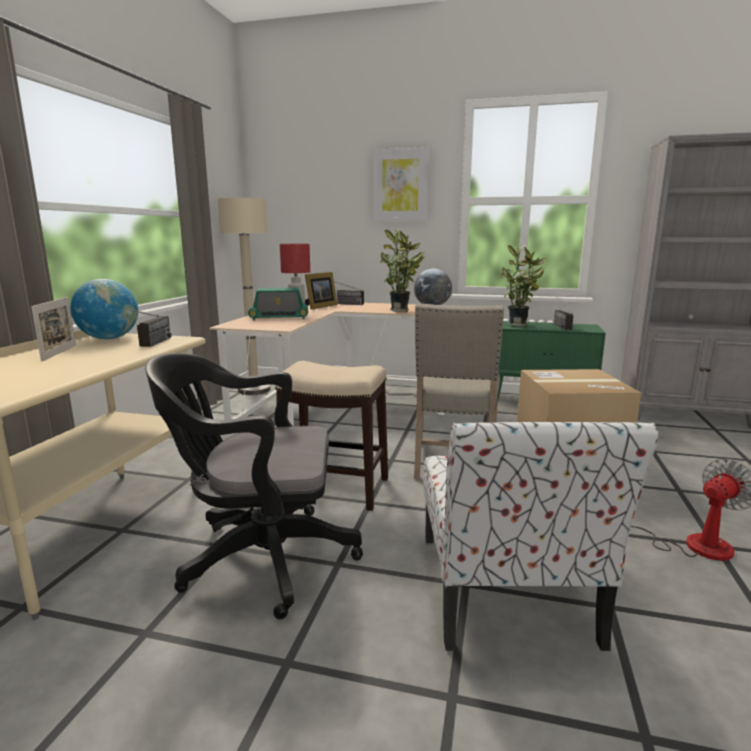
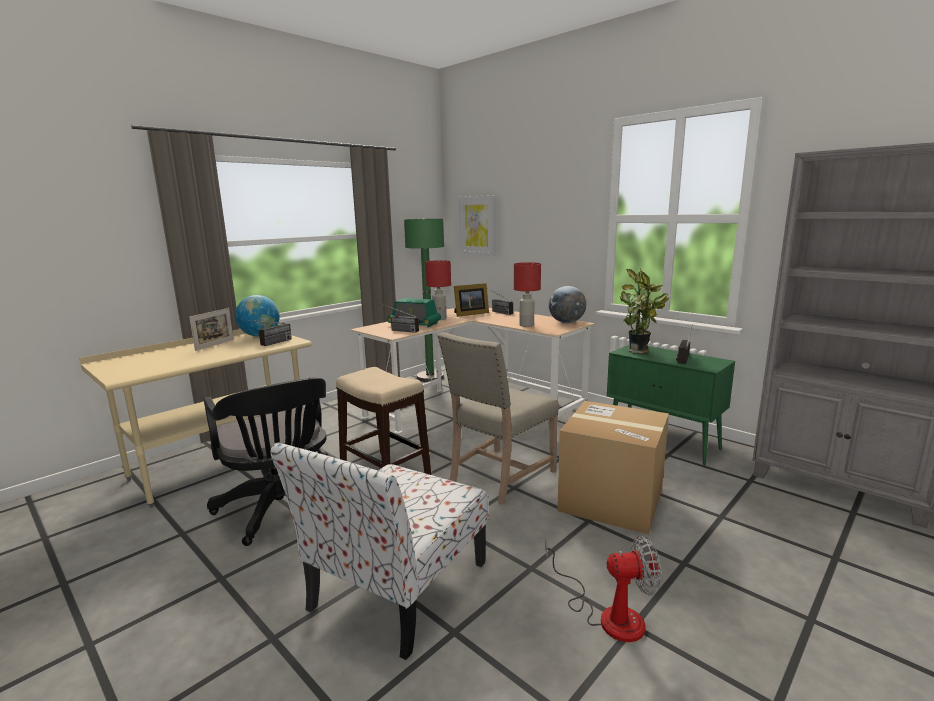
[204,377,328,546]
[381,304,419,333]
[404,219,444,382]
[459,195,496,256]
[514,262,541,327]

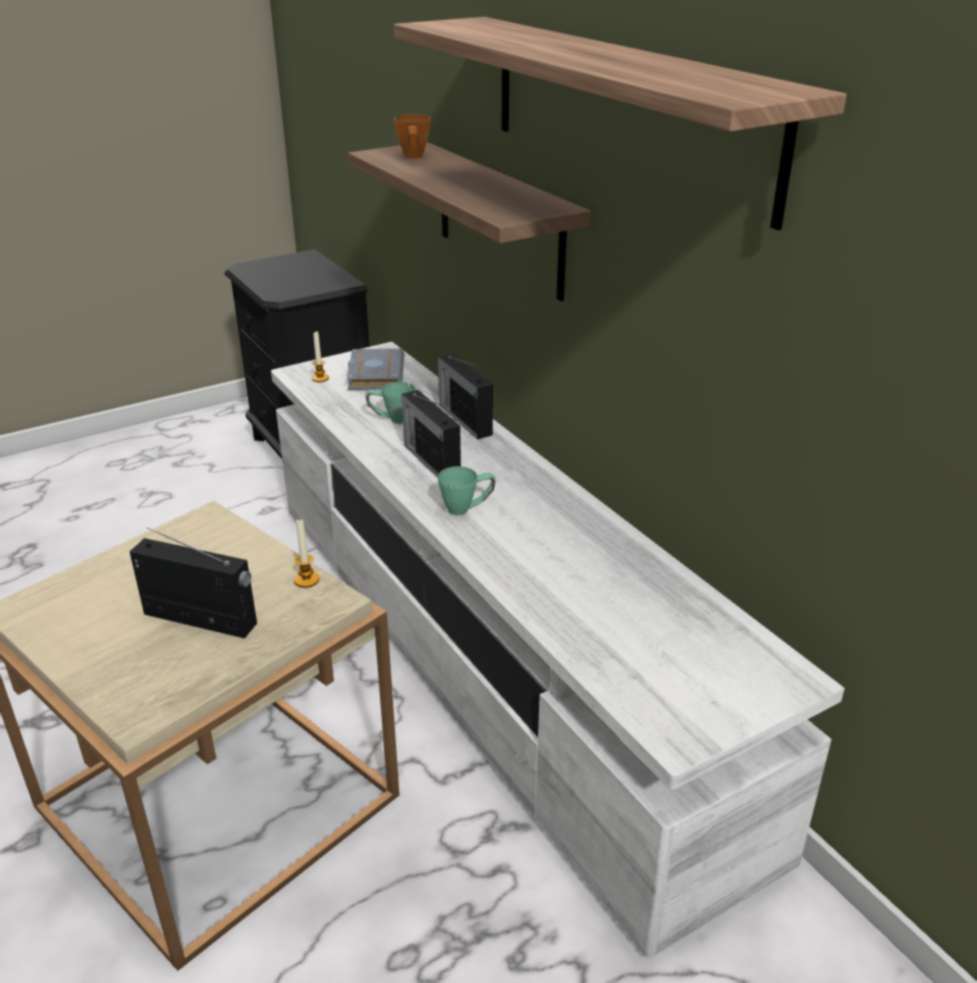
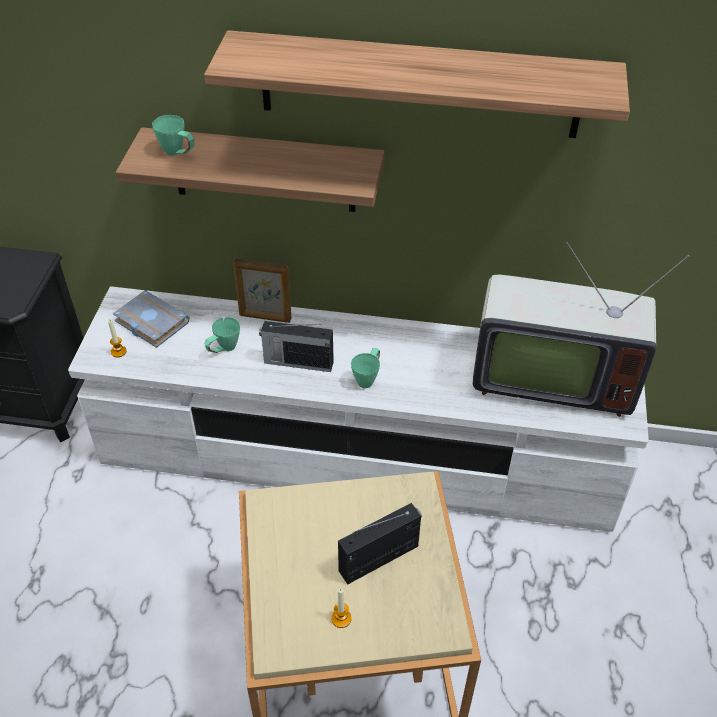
[152,115,194,156]
[233,258,291,323]
[332,588,351,628]
[473,242,689,417]

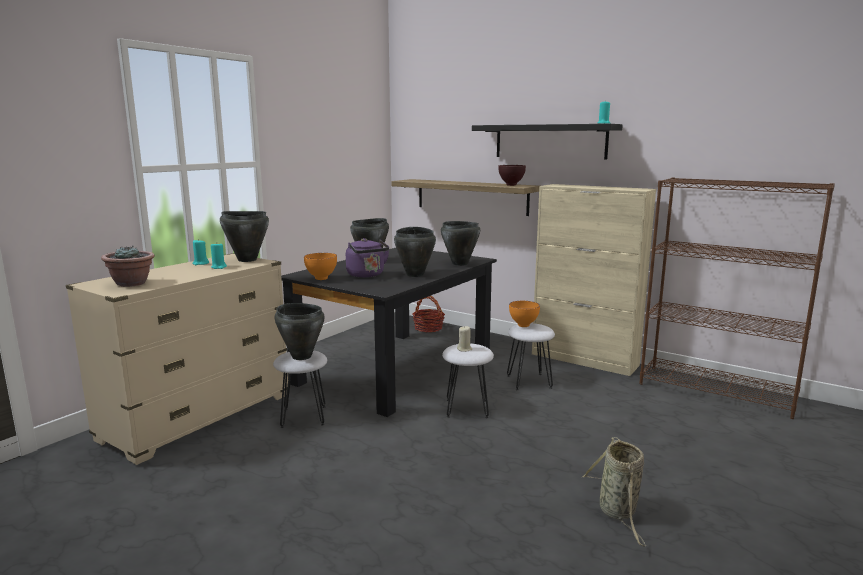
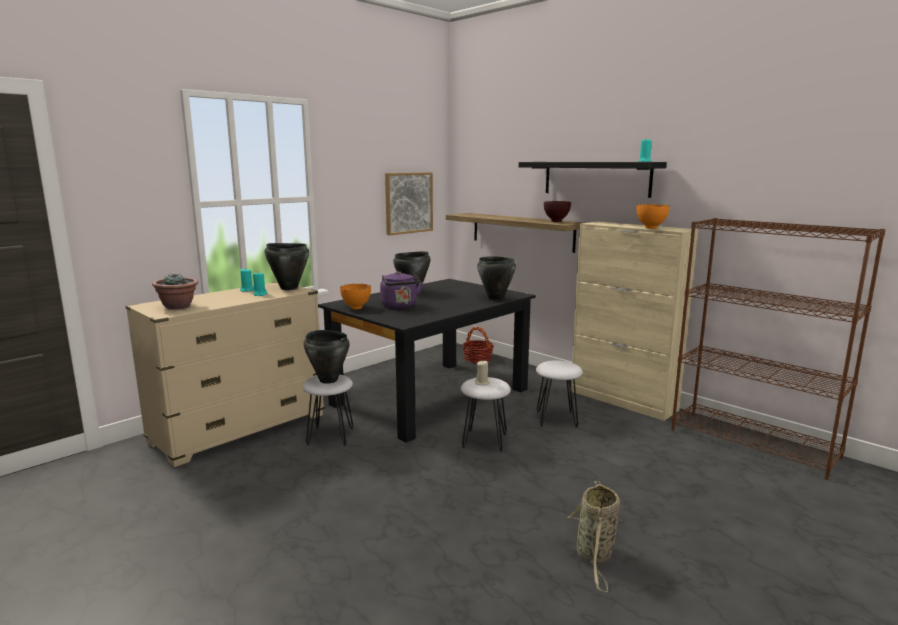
[385,172,433,236]
[637,204,670,229]
[394,227,436,277] (first image)

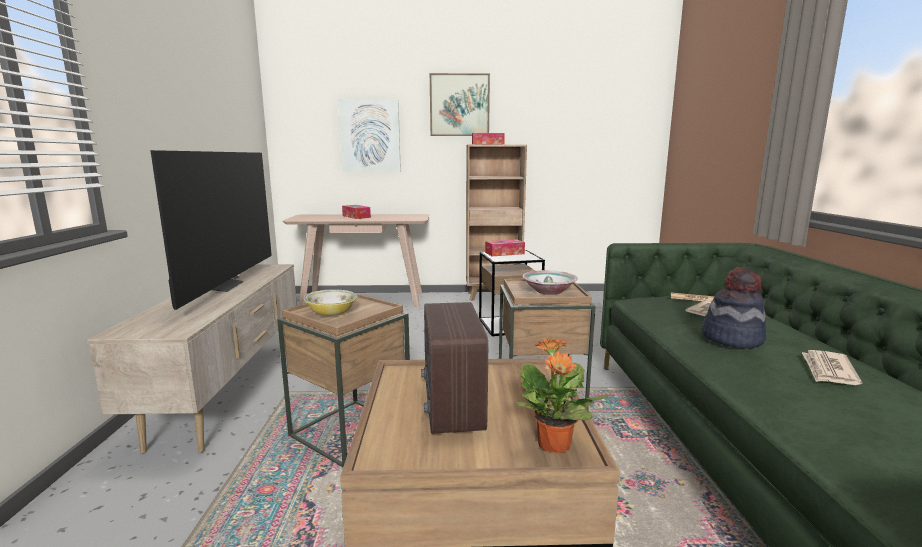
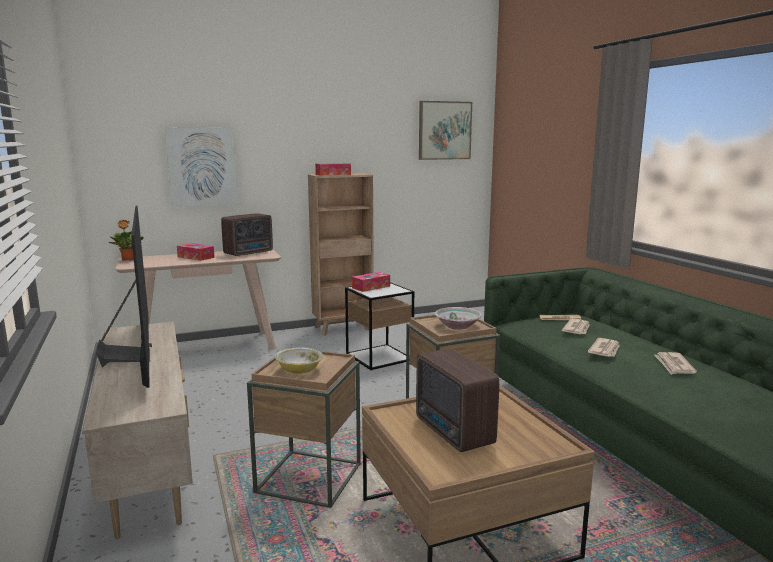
[109,220,143,261]
[221,213,273,256]
[419,101,472,160]
[588,338,620,357]

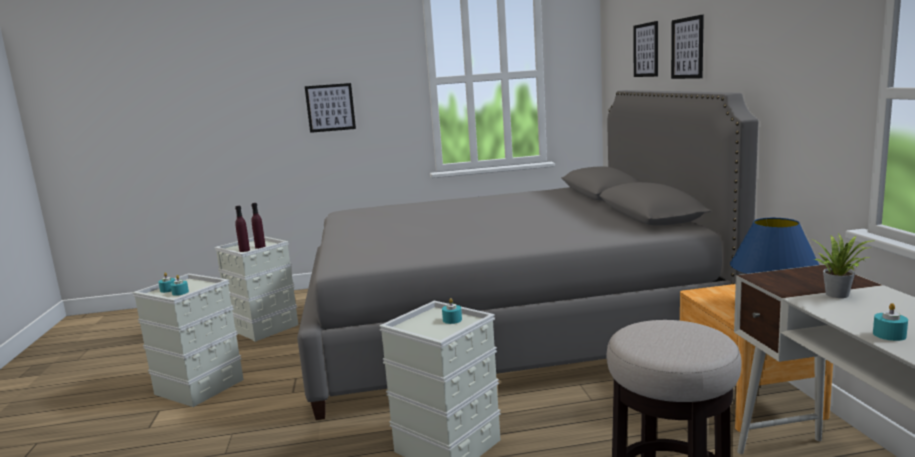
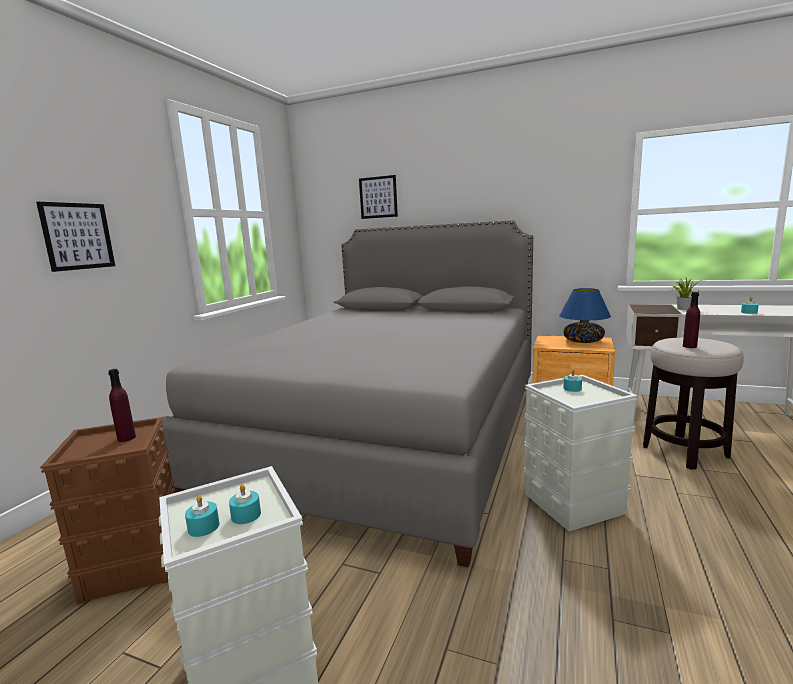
[40,417,175,605]
[683,292,700,348]
[671,15,704,79] (first image)

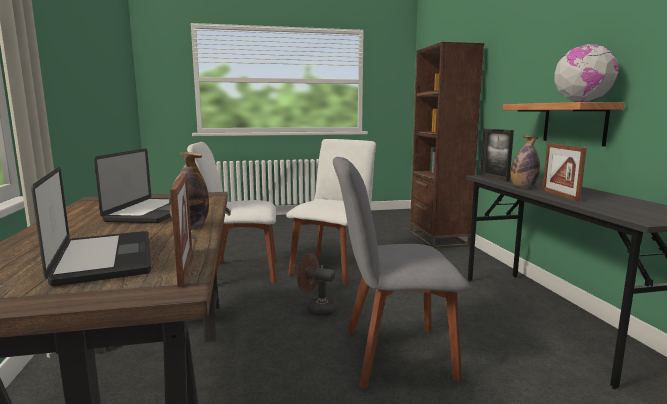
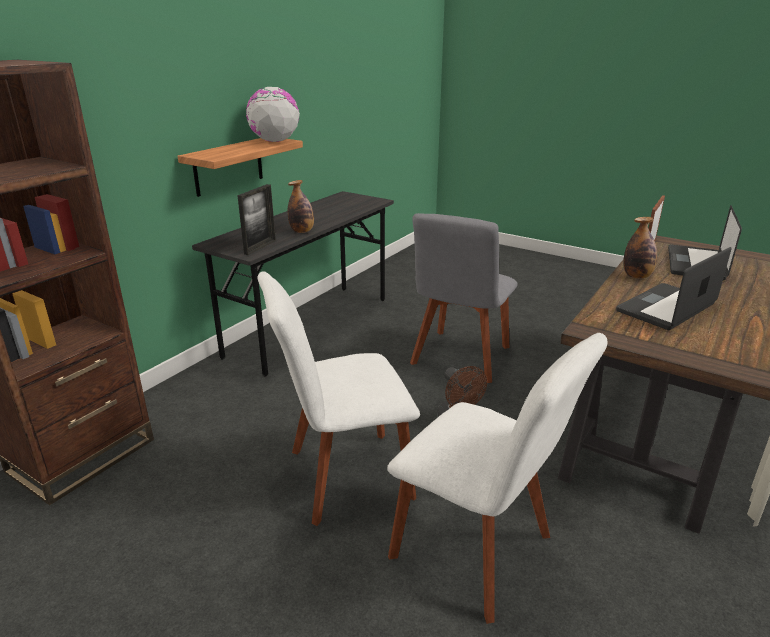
[410,213,518,383]
[543,143,587,202] (first image)

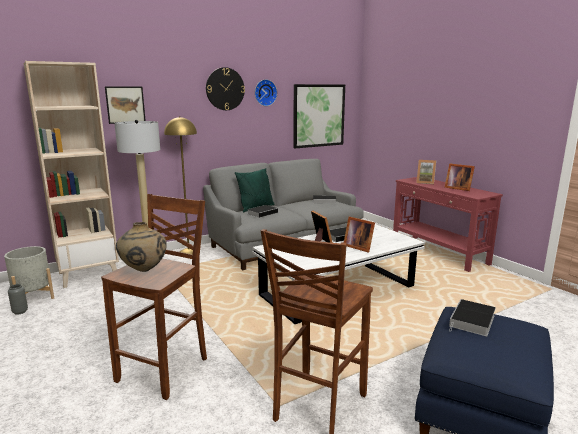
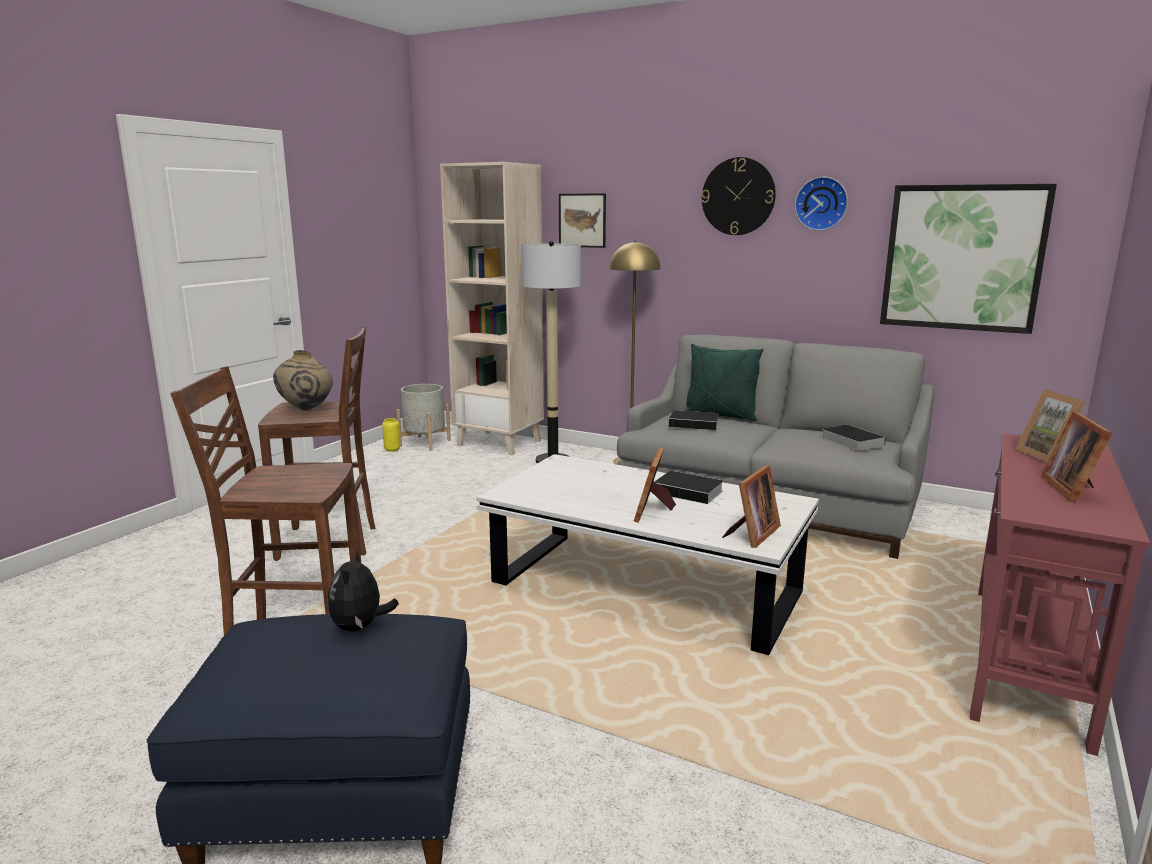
[328,549,399,631]
[382,418,400,452]
[722,465,781,548]

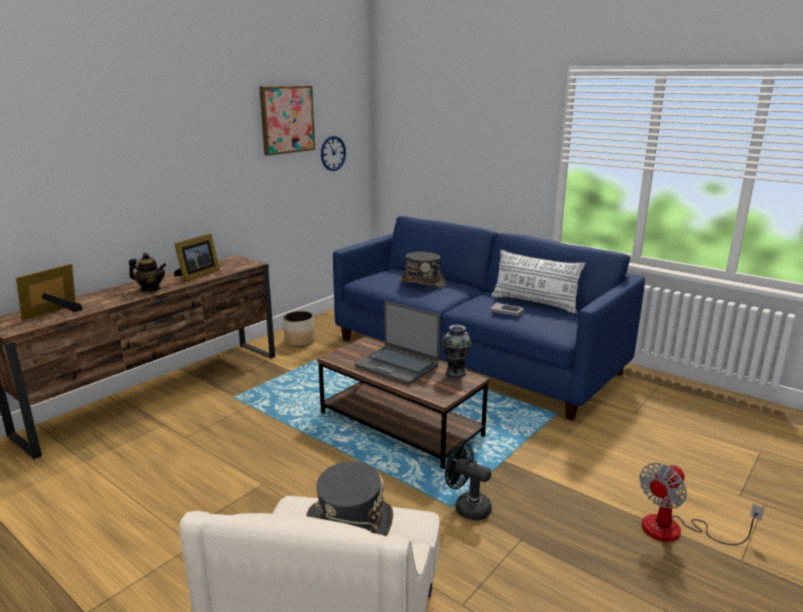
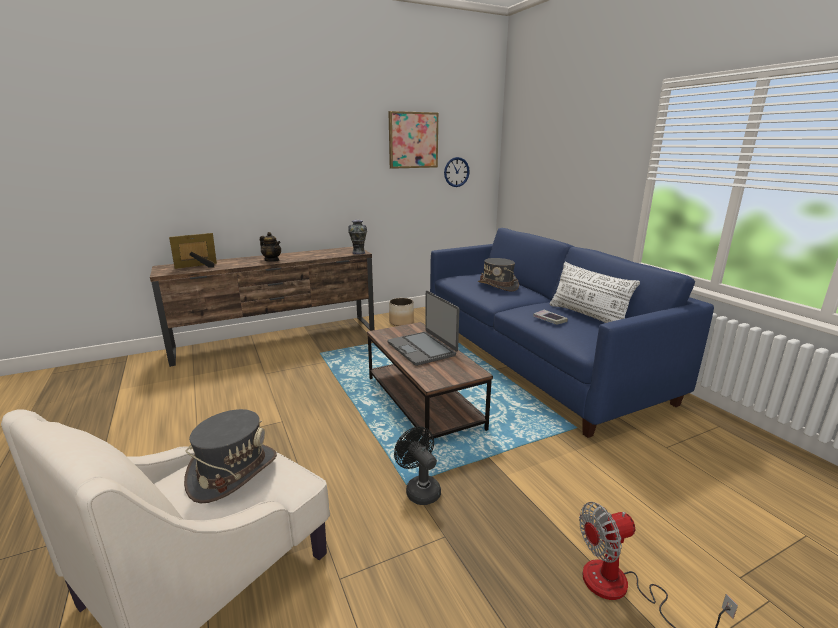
[348,220,367,255]
[174,233,220,282] (first image)

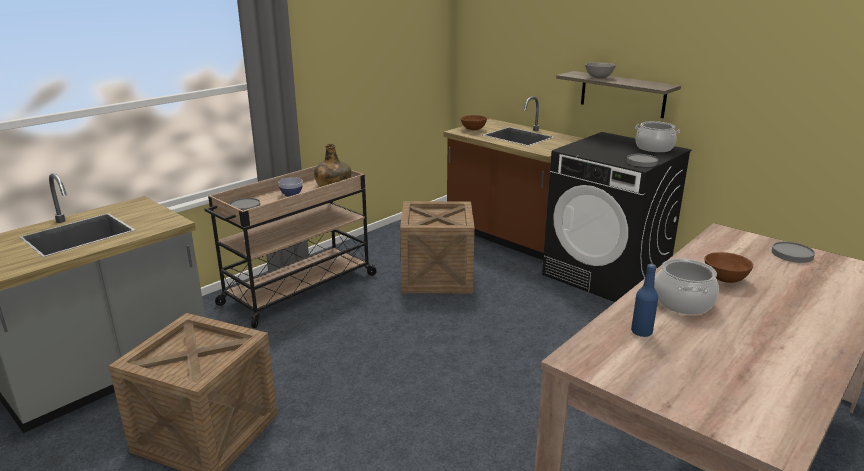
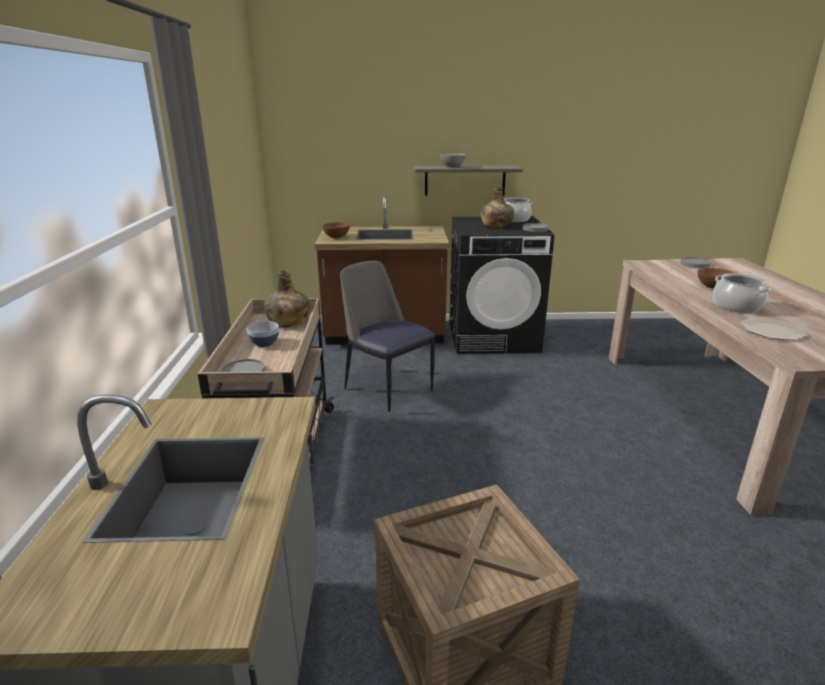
[340,261,435,412]
[481,186,514,228]
[740,318,808,341]

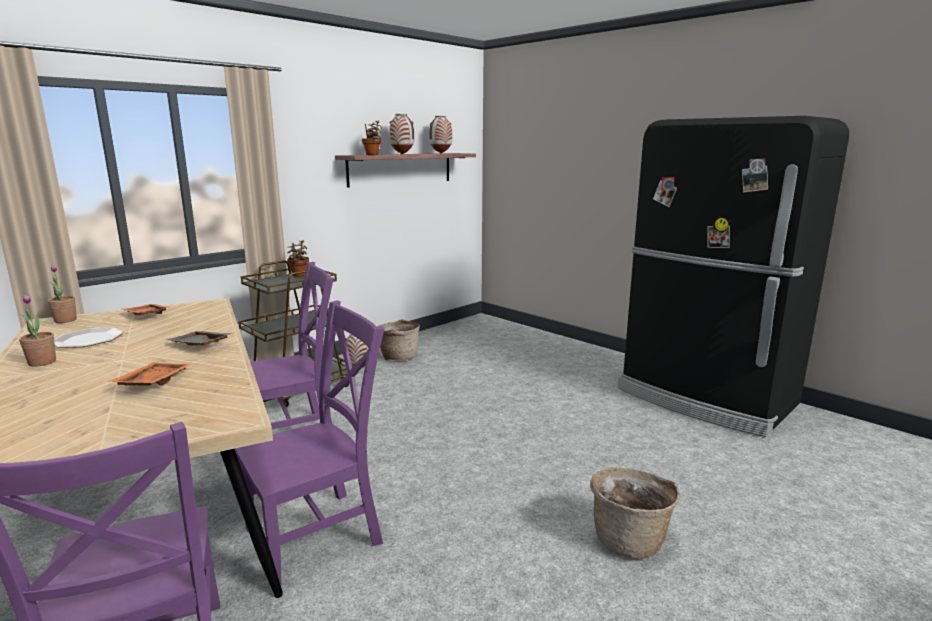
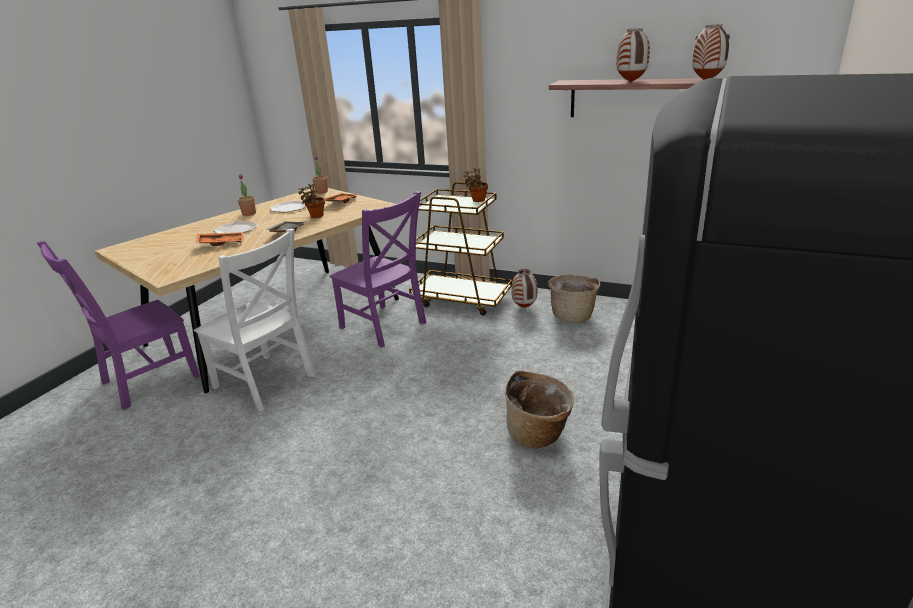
[194,229,316,411]
[214,221,258,233]
[298,183,325,218]
[505,371,574,448]

